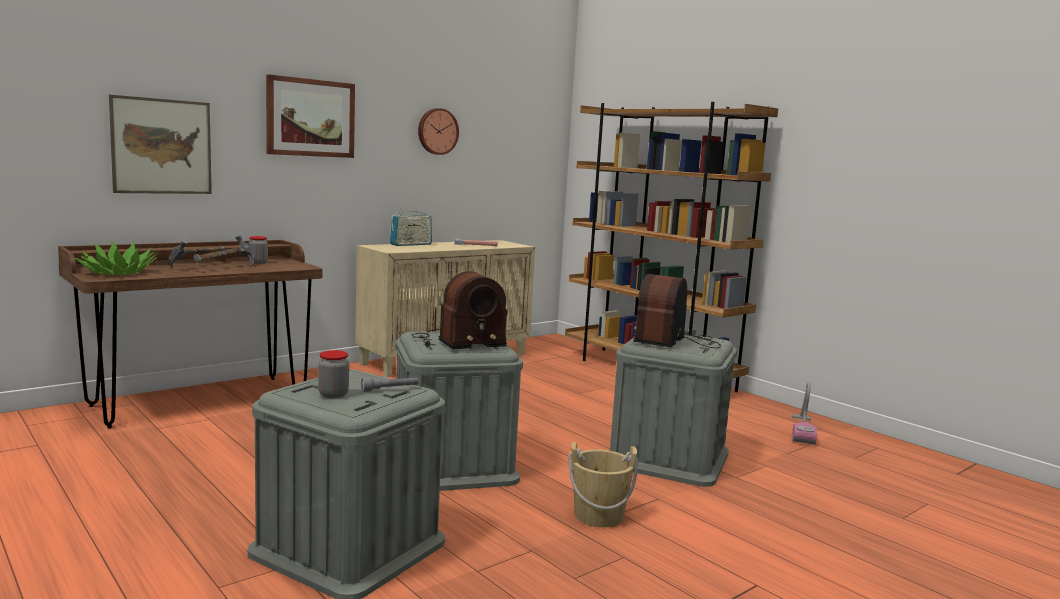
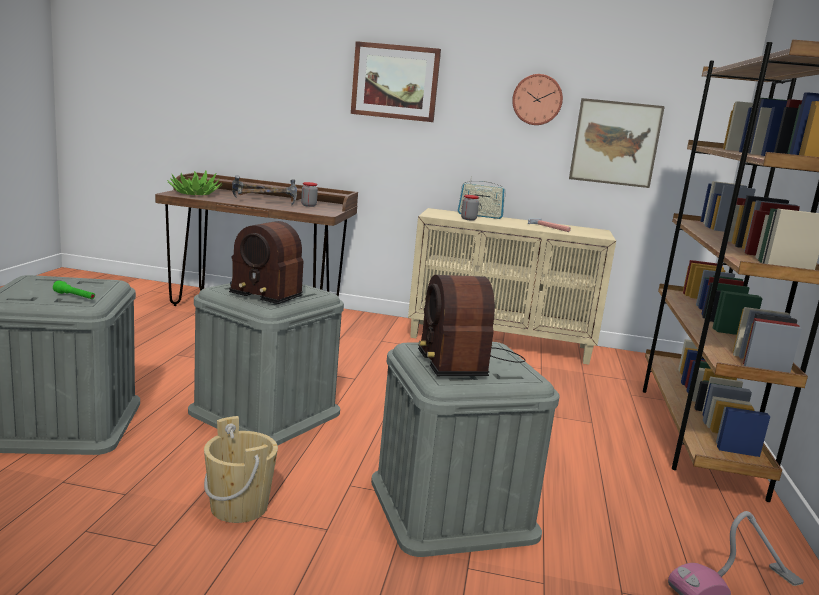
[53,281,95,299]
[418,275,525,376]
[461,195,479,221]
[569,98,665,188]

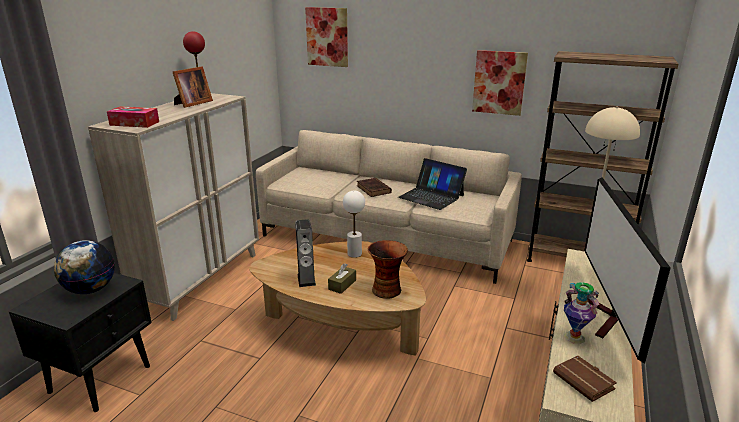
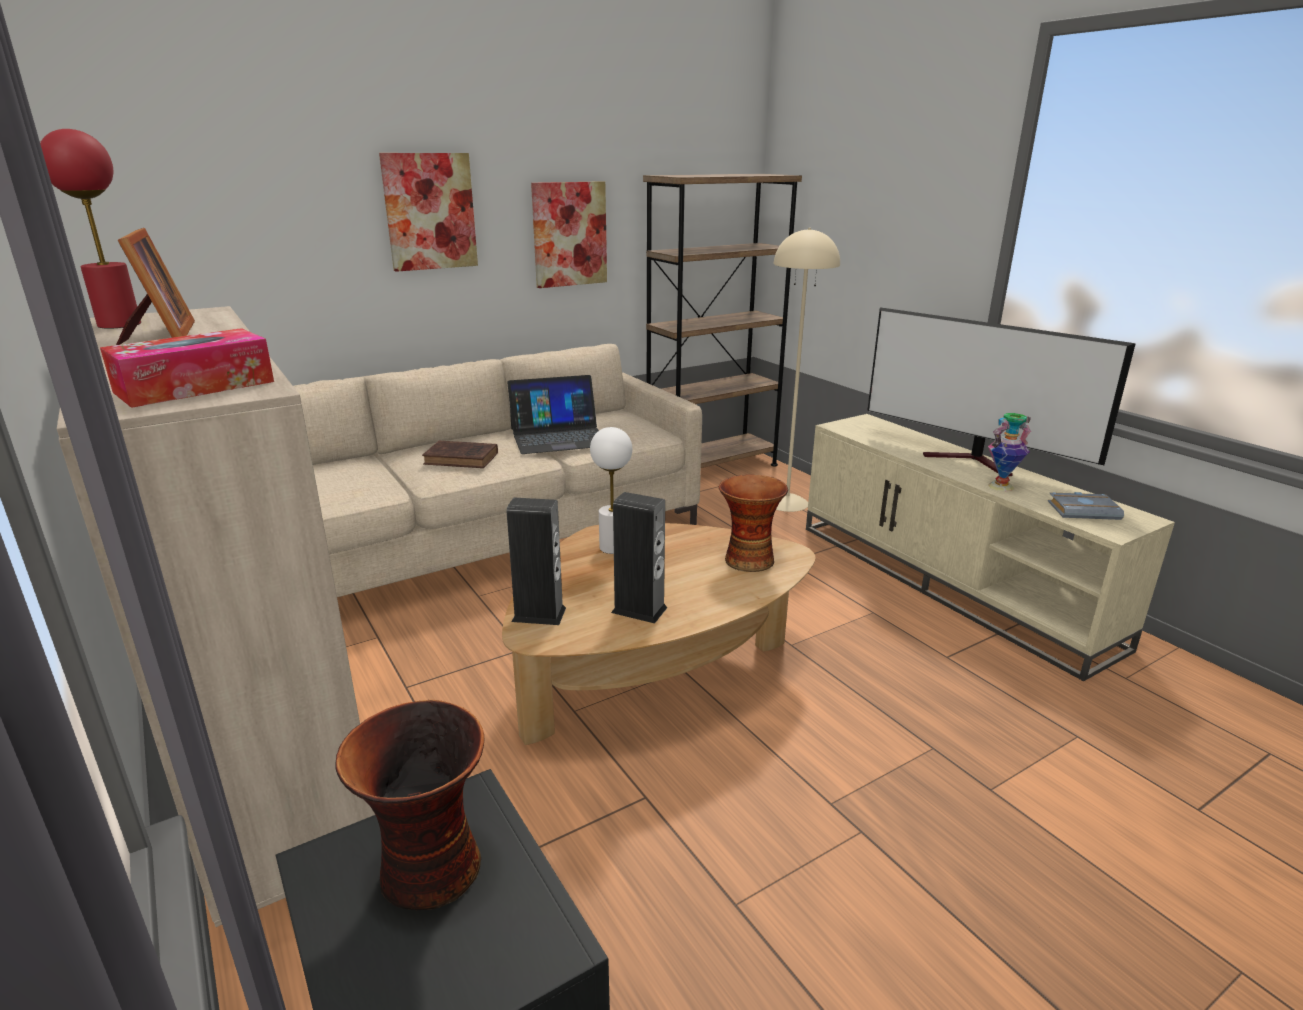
[335,700,484,910]
[379,153,478,272]
[507,498,566,625]
[1048,492,1124,520]
[328,263,356,294] (first image)

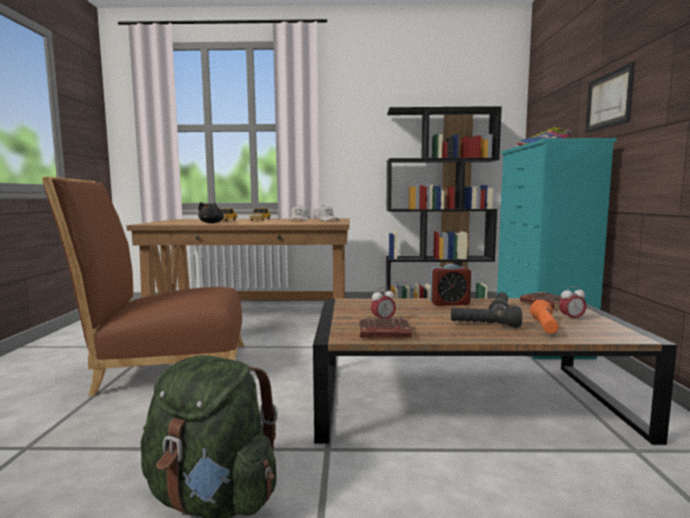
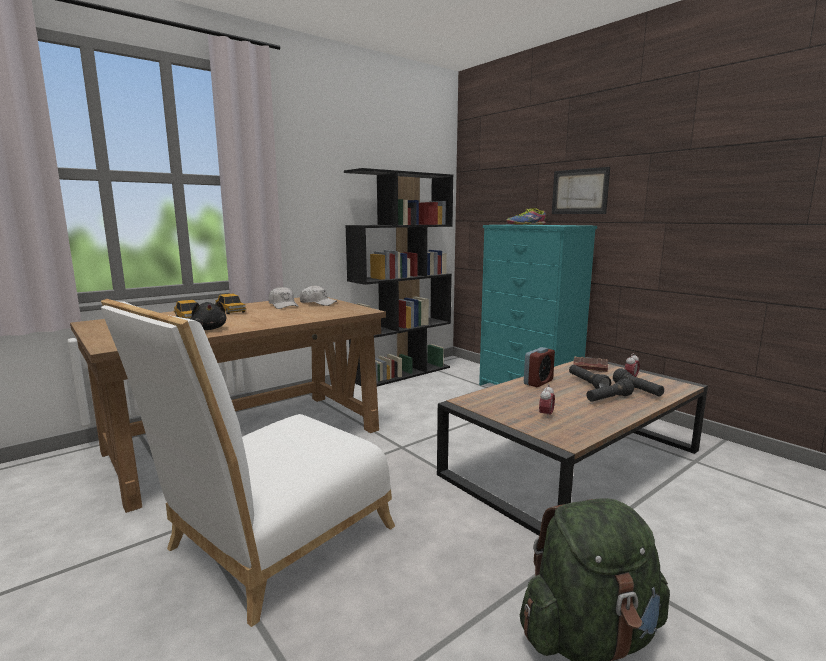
[101,299,395,627]
[613,368,664,396]
[359,317,412,339] (first image)

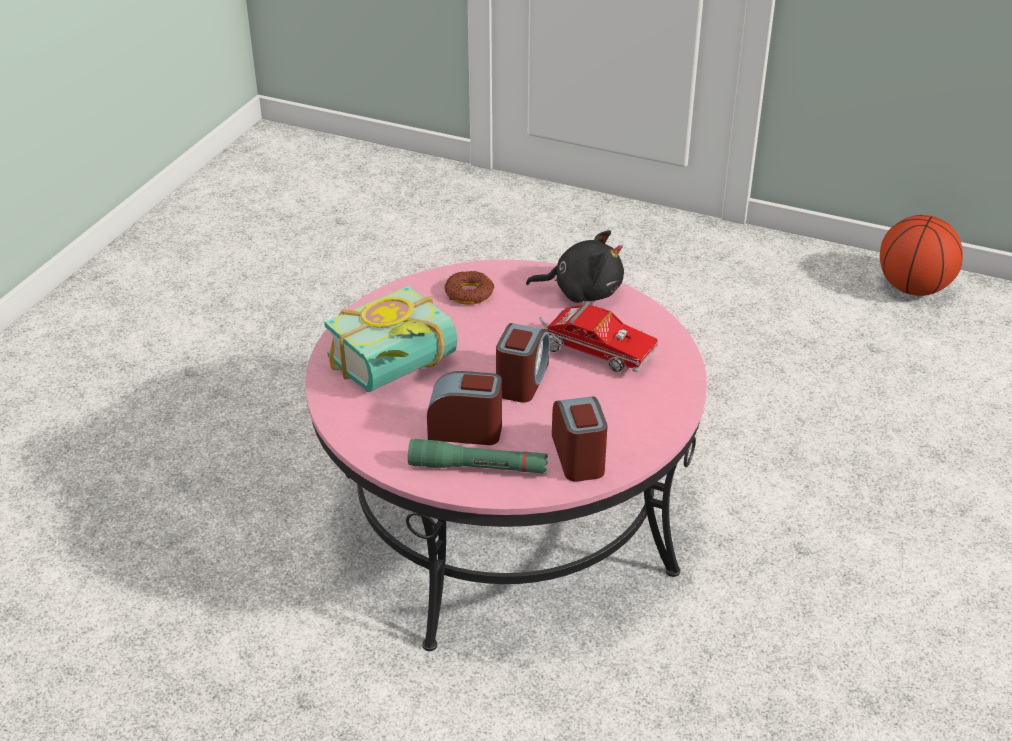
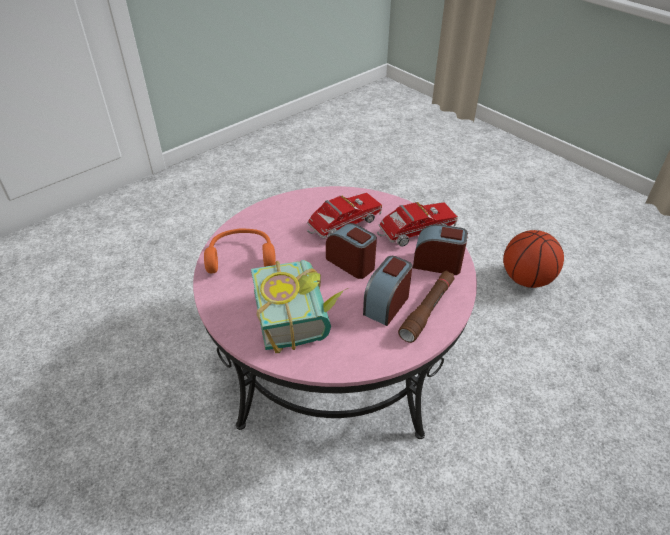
[204,228,276,273]
[377,202,458,246]
[398,271,455,343]
[503,230,564,288]
[526,230,624,303] (first image)

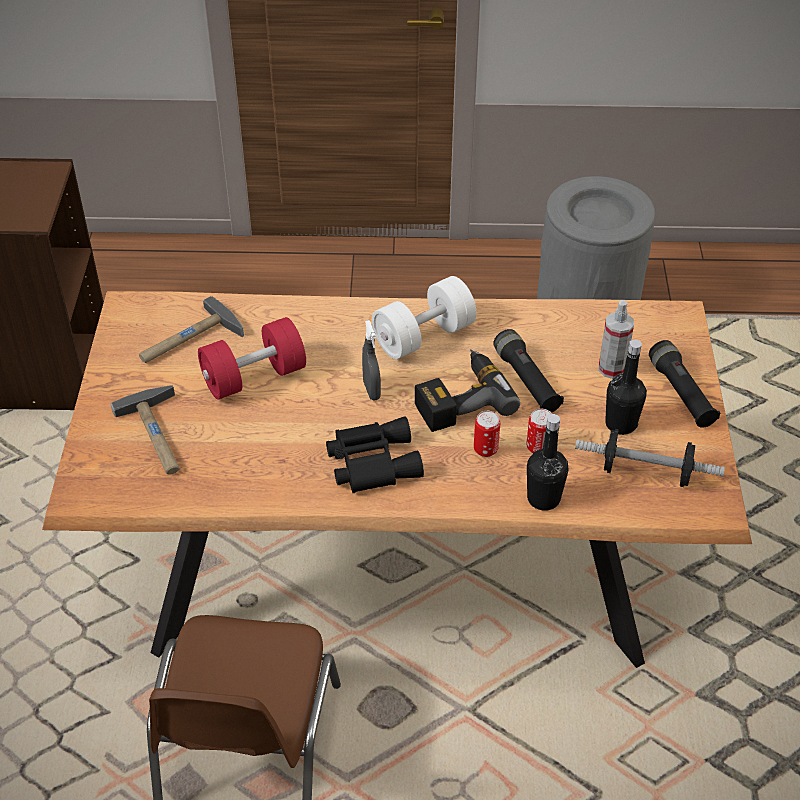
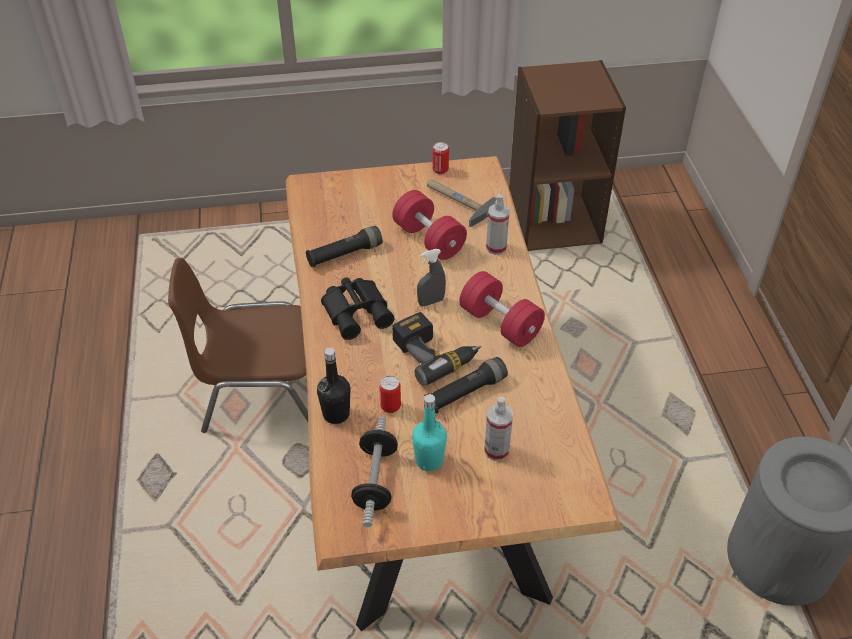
[306,226,383,267]
[412,394,447,471]
[433,142,449,174]
[459,271,545,347]
[486,194,510,255]
[111,385,180,474] (first image)

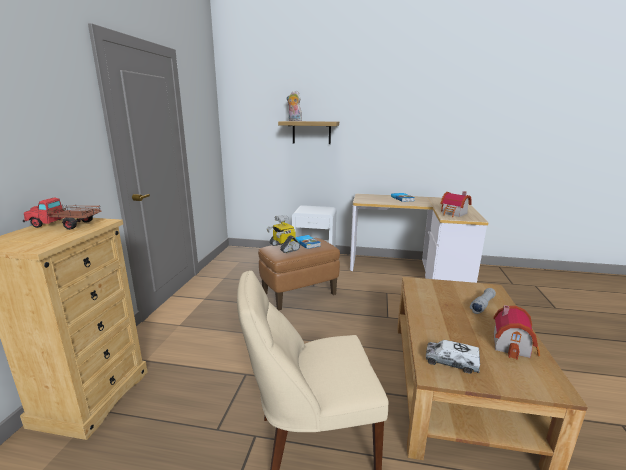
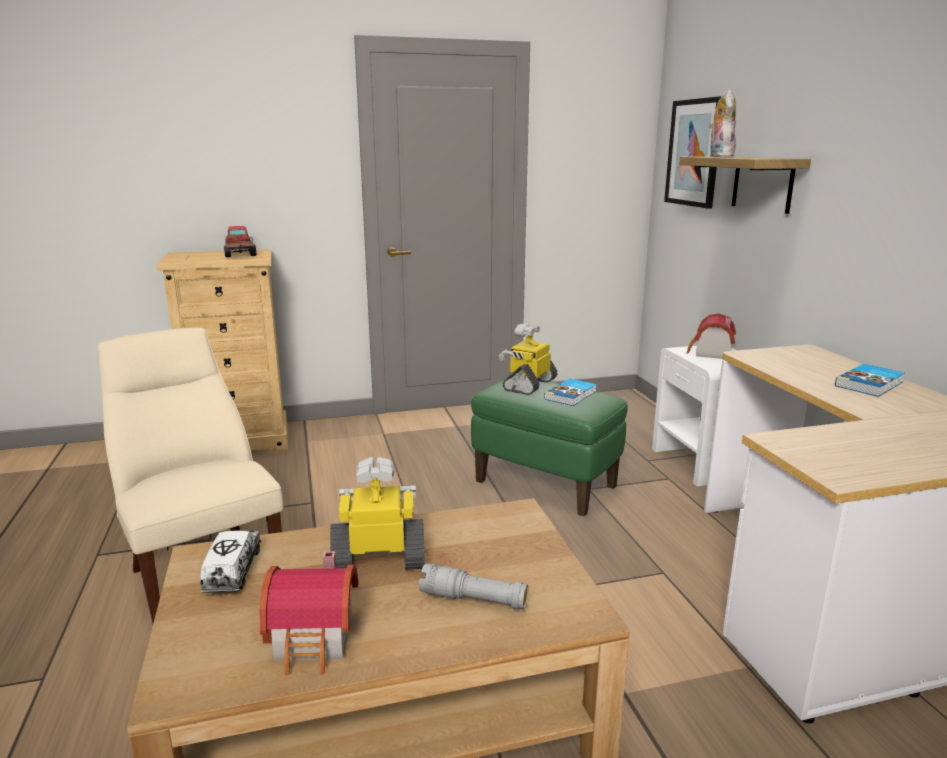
[330,457,425,570]
[471,376,628,516]
[664,96,722,209]
[686,313,736,359]

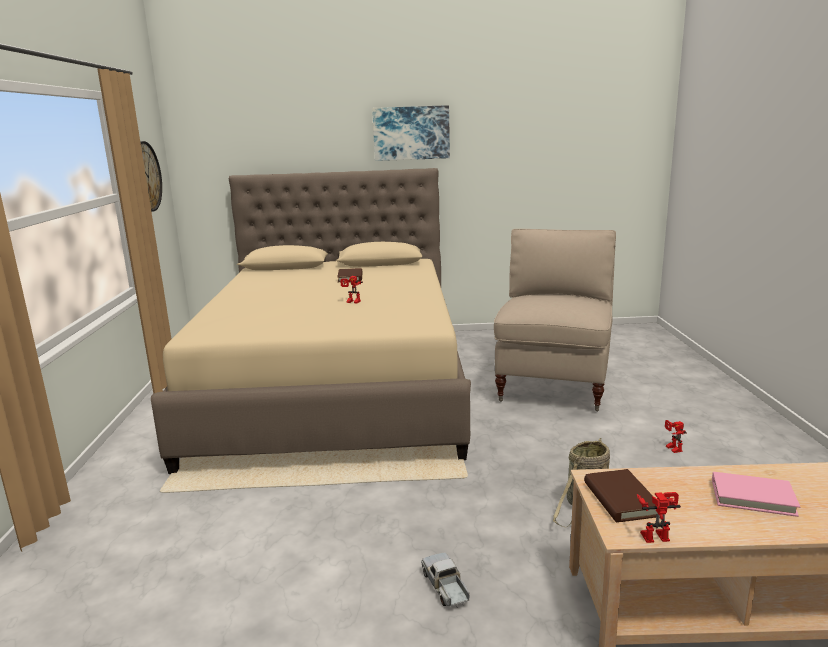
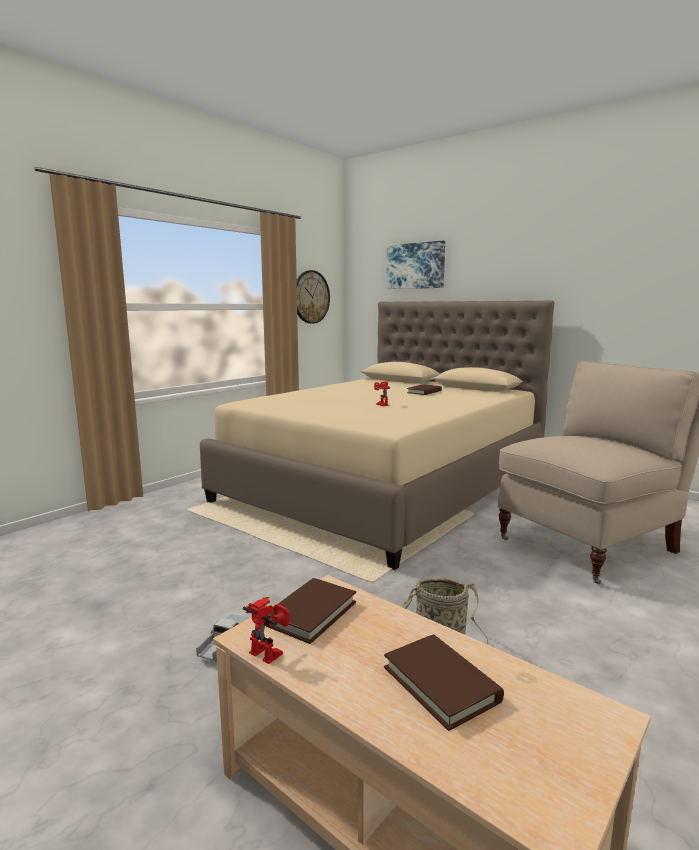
[384,634,504,731]
[386,241,445,289]
[665,420,687,453] (first image)

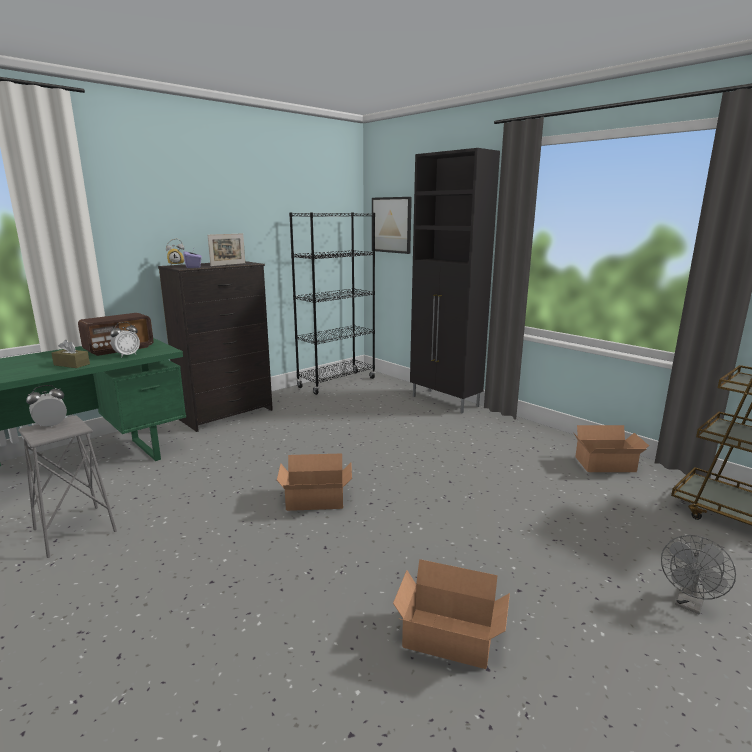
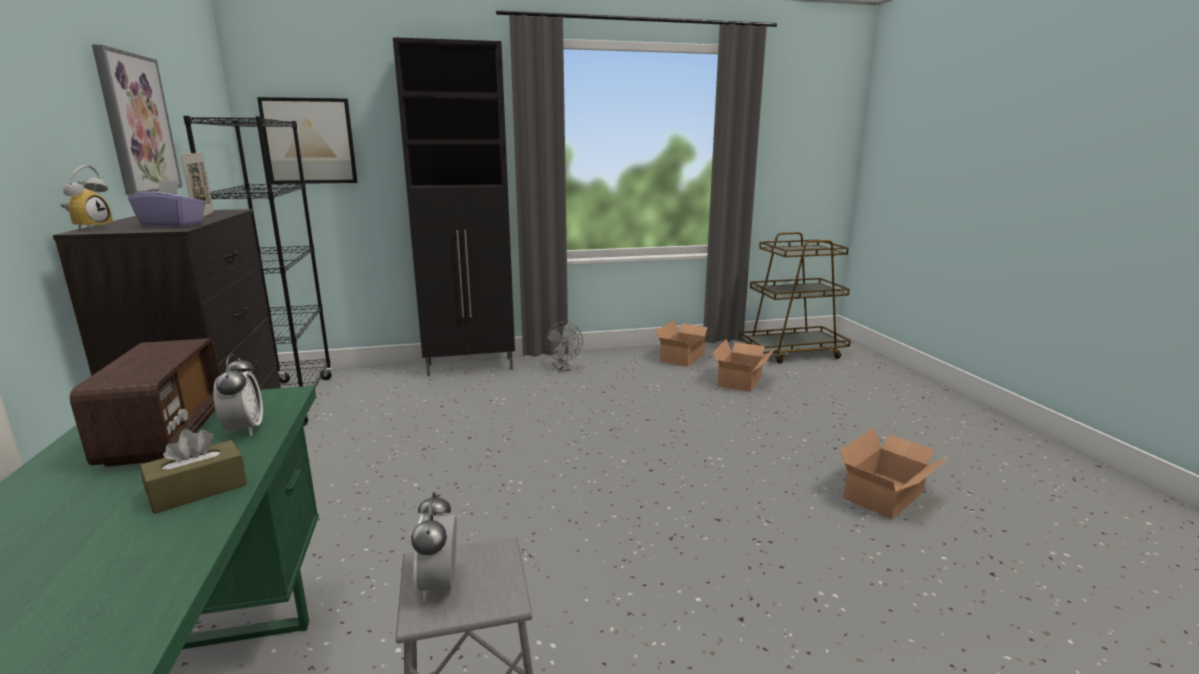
[92,45,182,195]
[545,322,583,372]
[713,339,774,392]

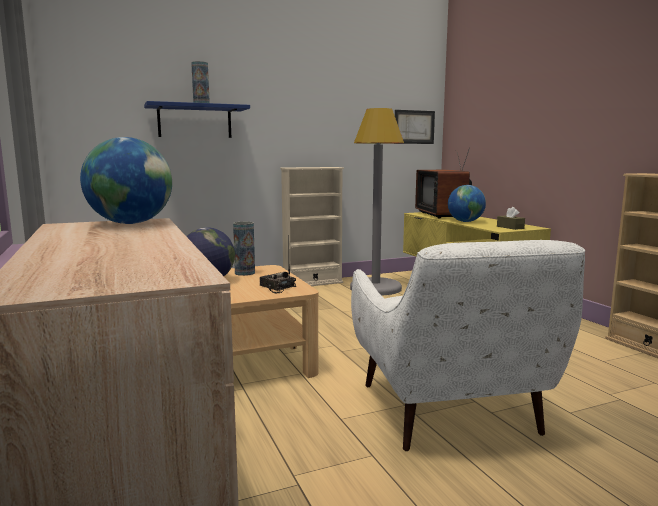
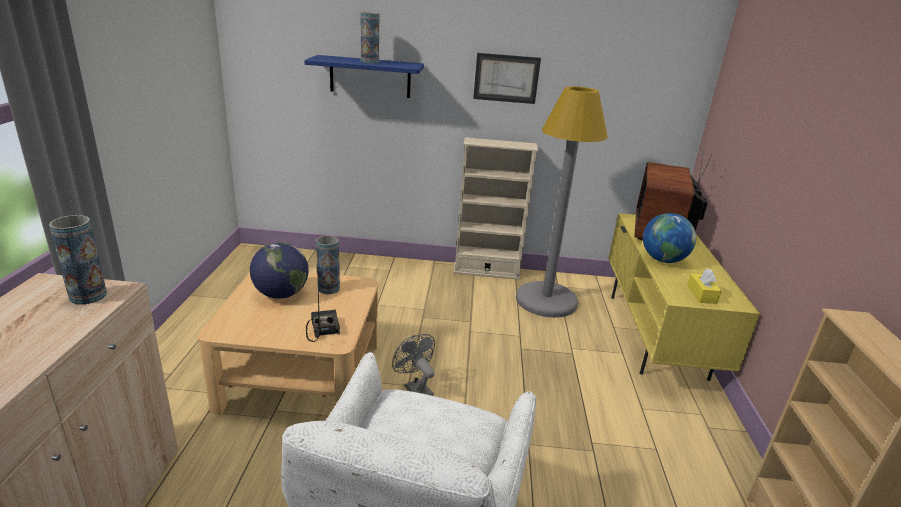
[49,215,107,305]
[392,334,435,396]
[473,53,541,104]
[687,269,721,304]

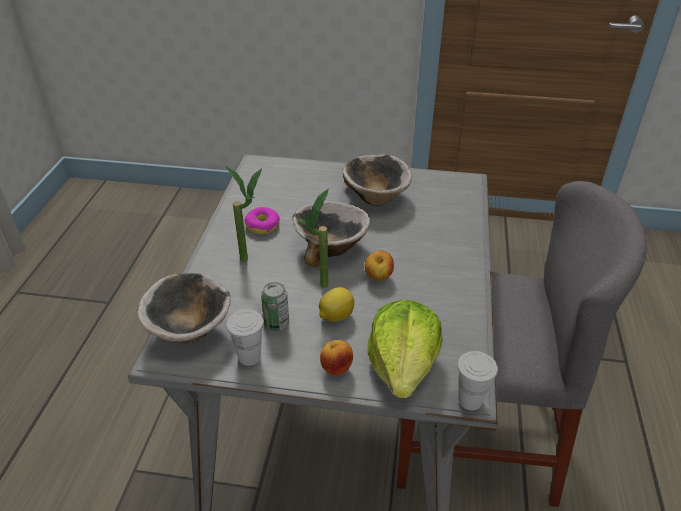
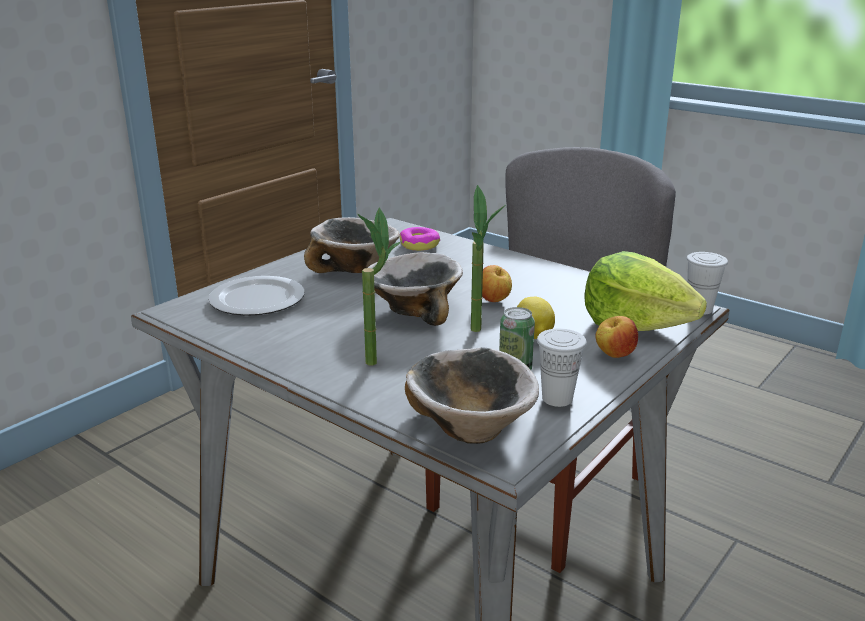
[208,276,305,316]
[400,227,440,251]

